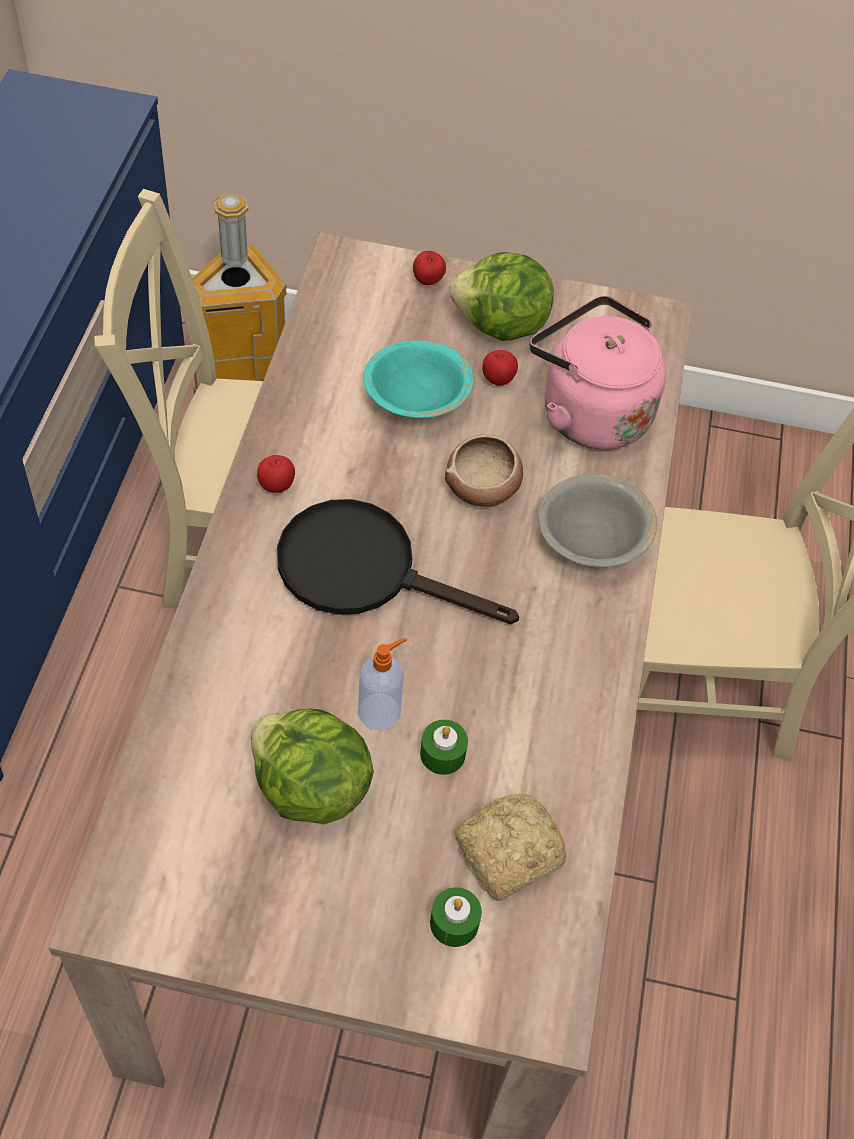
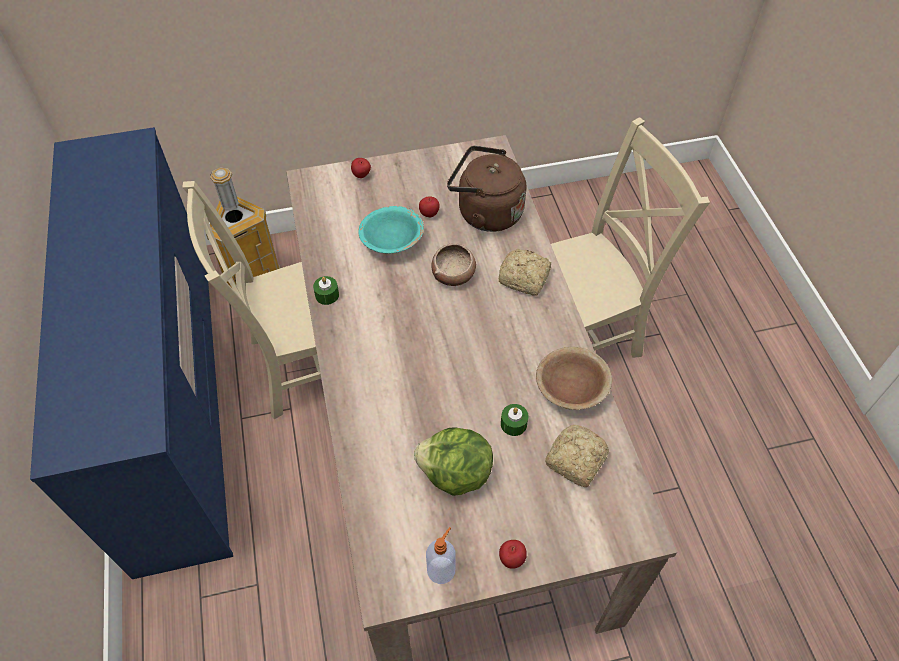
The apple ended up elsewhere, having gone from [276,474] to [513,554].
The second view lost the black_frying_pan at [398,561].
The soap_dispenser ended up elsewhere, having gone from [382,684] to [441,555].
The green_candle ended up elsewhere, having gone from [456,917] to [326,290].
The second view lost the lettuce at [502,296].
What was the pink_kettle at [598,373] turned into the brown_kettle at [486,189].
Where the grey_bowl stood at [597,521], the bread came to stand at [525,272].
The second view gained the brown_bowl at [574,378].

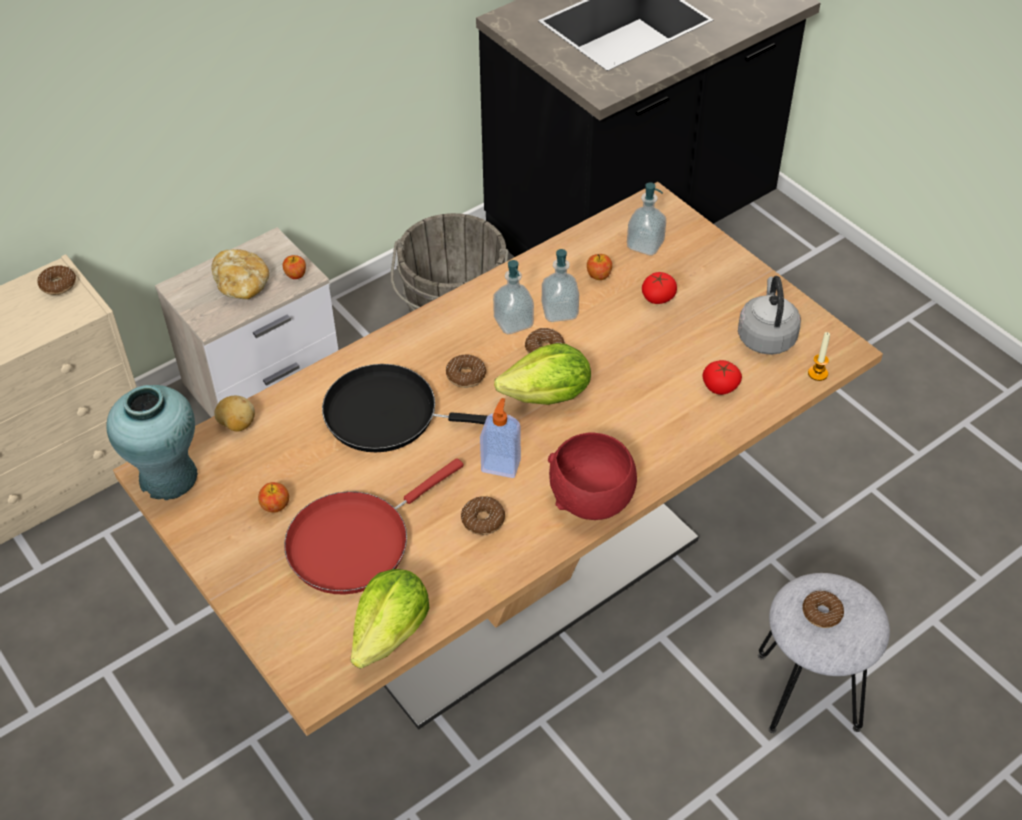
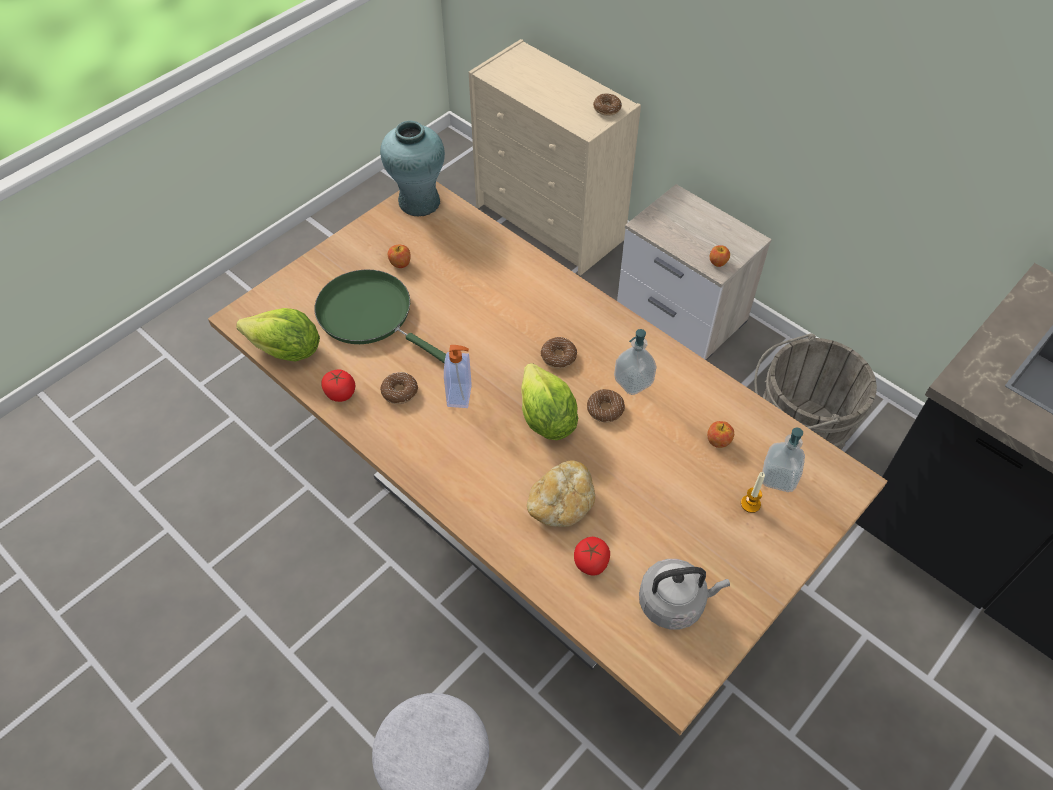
The bread ended up elsewhere, having gone from [240,274] to [561,494].
The second view lost the potato at [234,414].
What was the red_frying_pan at [373,526] turned into the green_frying_pan at [380,316].
The second view lost the black_frying_pan at [420,408].
The second view lost the soap_dispenser at [560,285].
The second view lost the red_bowl at [592,476].
The tomato ended up elsewhere, having gone from [659,288] to [338,386].
The second view lost the donut at [823,609].
The candle ended up elsewhere, having gone from [819,356] to [753,492].

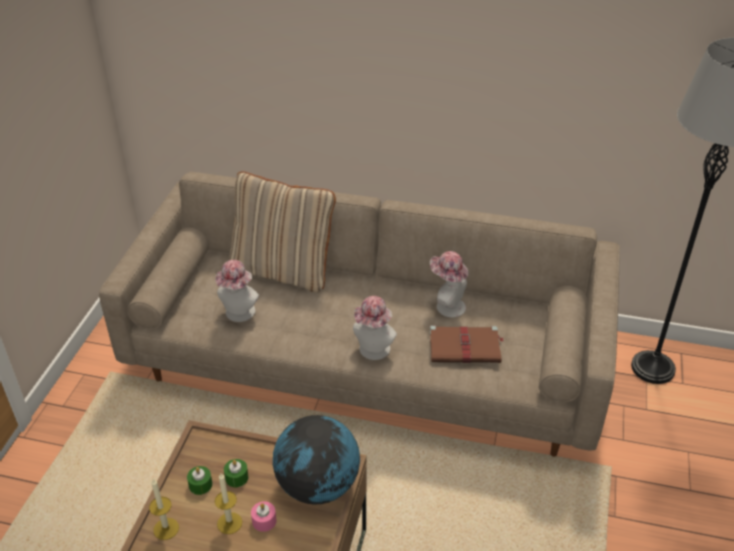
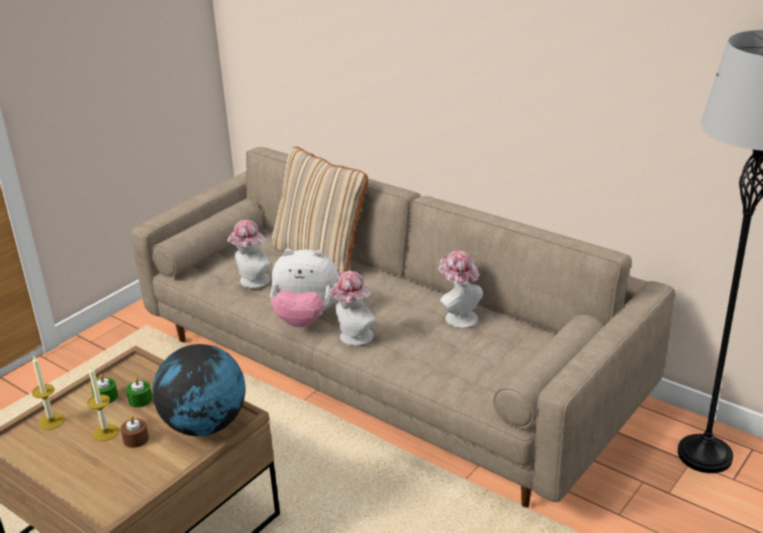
What was the pink_candle at [263,516] turned into the brown_candle at [135,432].
The second view lost the brown_book at [467,344].
The second view gained the plush_toy at [304,288].

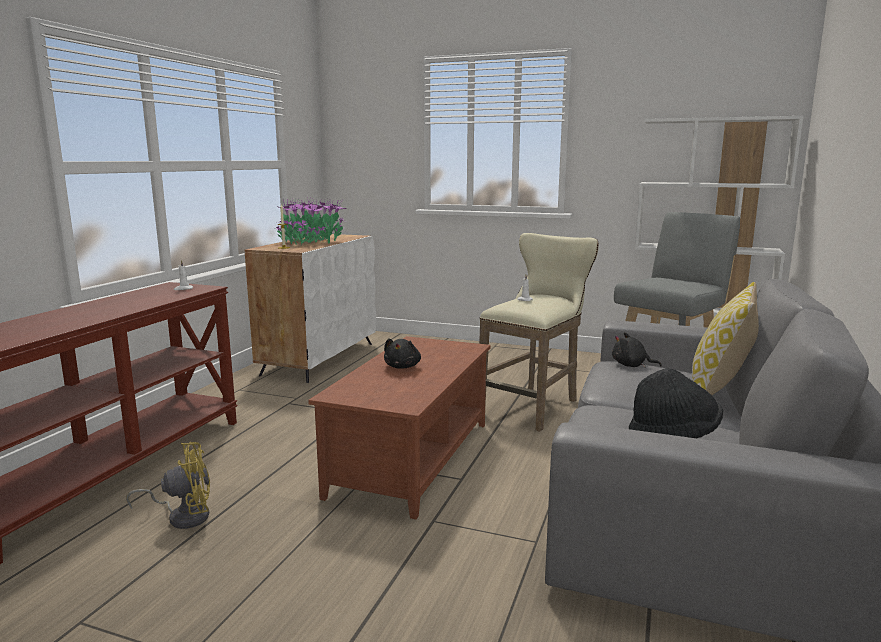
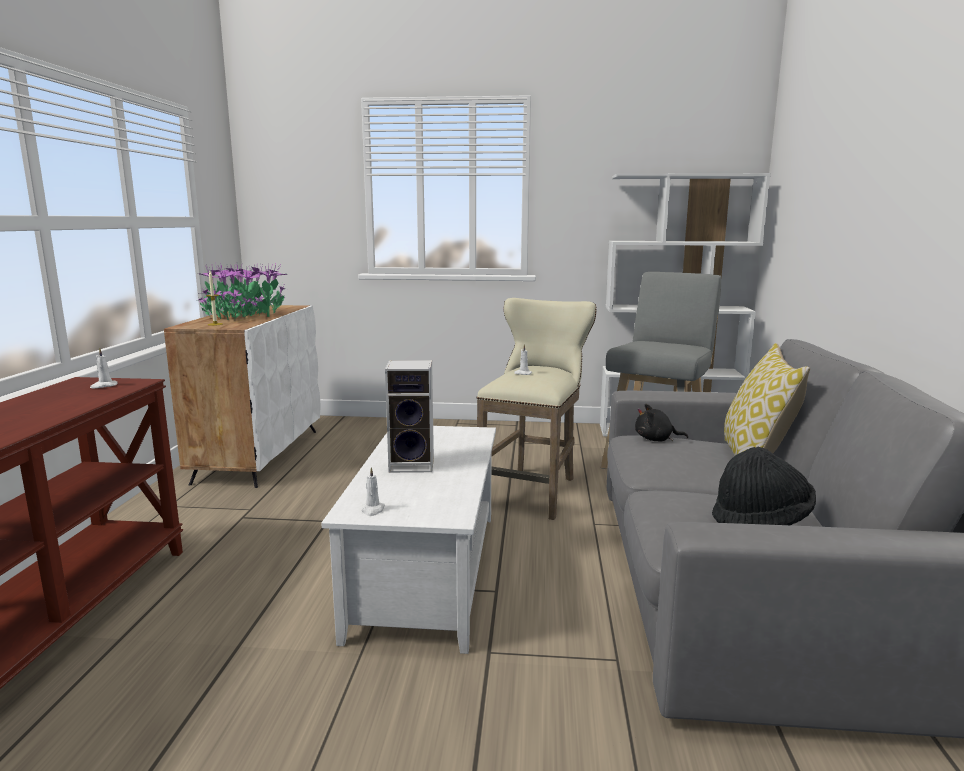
The second view lost the yellow_fan at [168,485].
What was the brown_coffee_table at [399,427] turned into the white_coffee_table at [408,540].
Where the black_plush_toy stood at [402,353], the speaker came to stand at [409,416].
The second view gained the white_candle at [373,491].

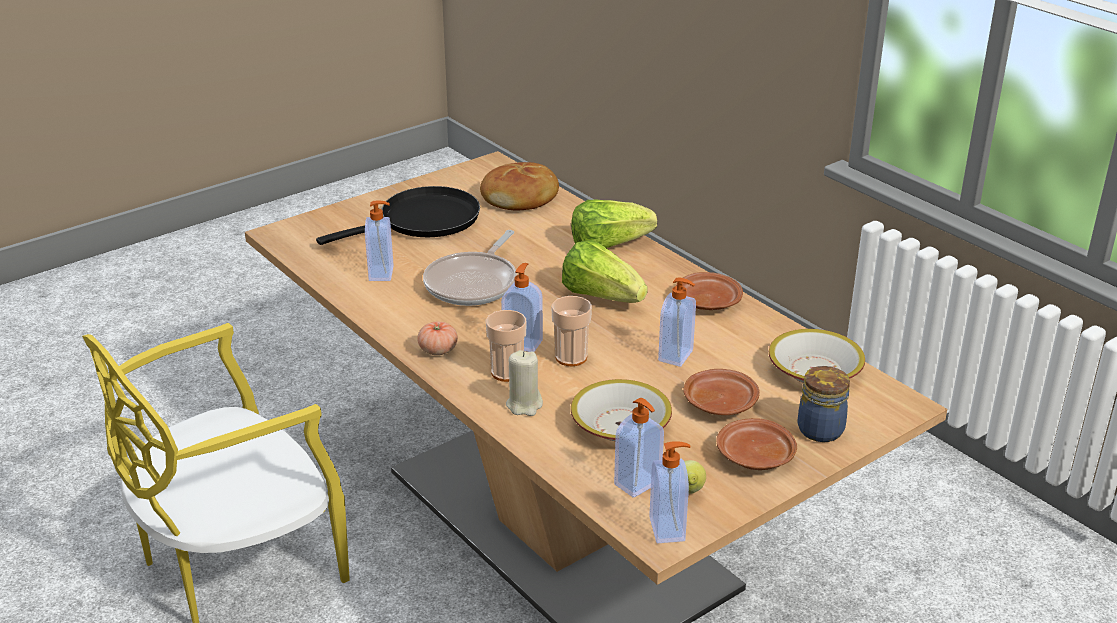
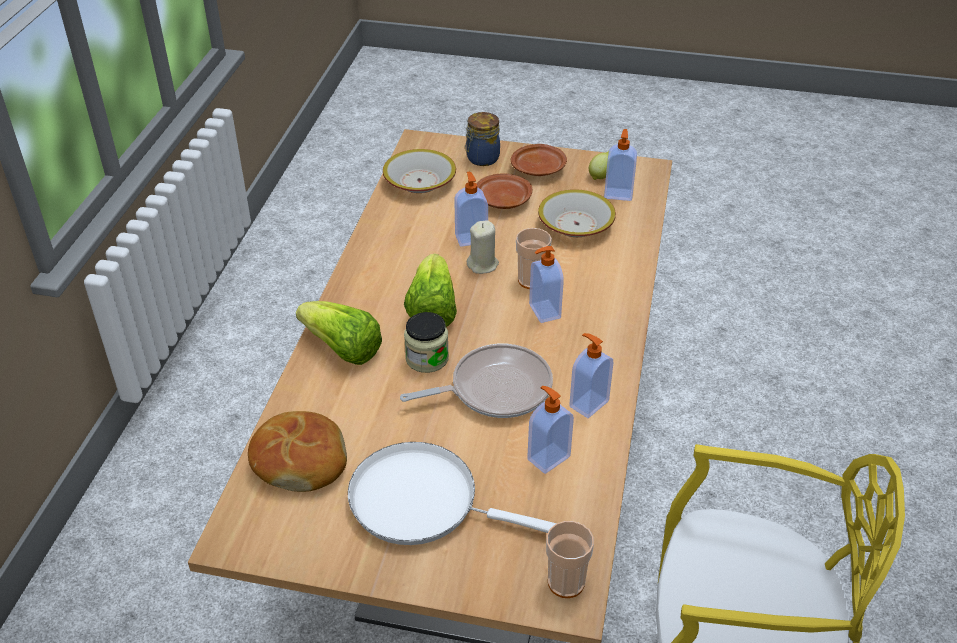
What was the black_frying_pan at [398,215] turned into the white_frying_pan at [452,493].
The second view lost the tomato at [437,338].
The cup ended up elsewhere, having gone from [506,346] to [570,559].
The beige_candle ended up elsewhere, having gone from [524,383] to [483,247].
The soap_dispenser ended up elsewhere, having gone from [670,492] to [591,375].
The second view lost the brown_plate at [709,291].
The second view gained the jar at [426,342].

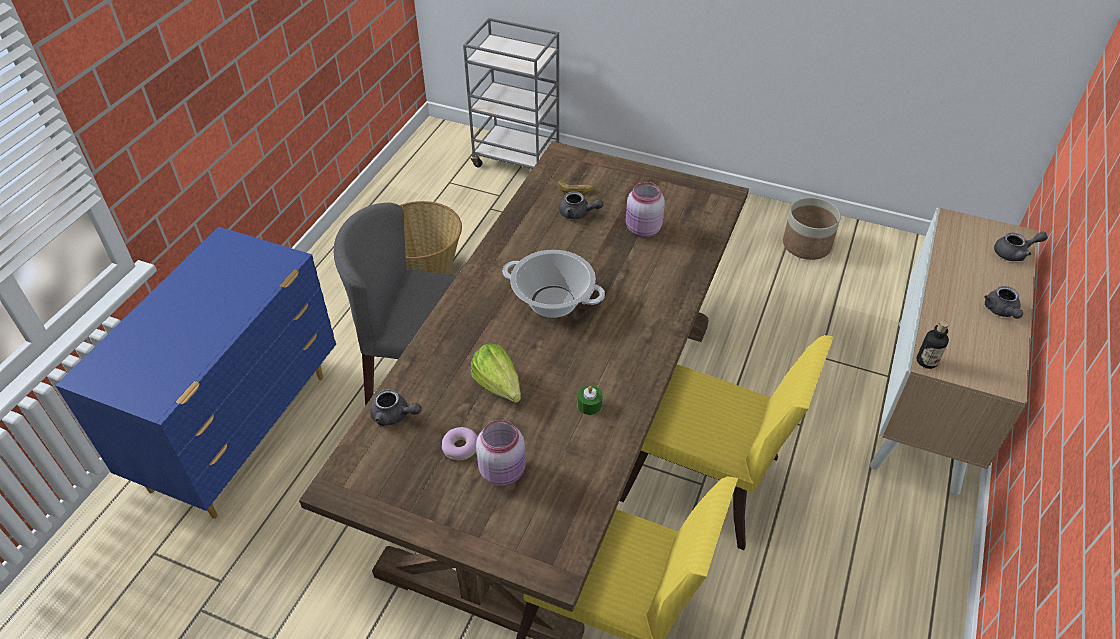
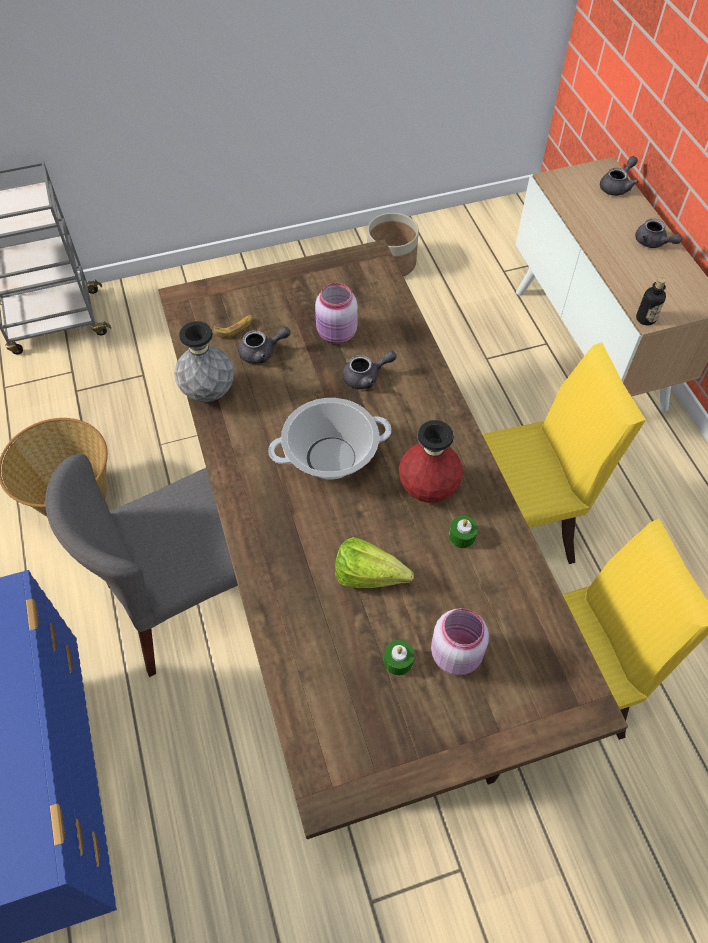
The grey_teapot ended up elsewhere, having gone from [395,407] to [369,369].
Where the donut stood at [460,443], the green_candle came to stand at [399,658].
The second view gained the grey_vase at [204,361].
The second view gained the red_vase at [431,461].

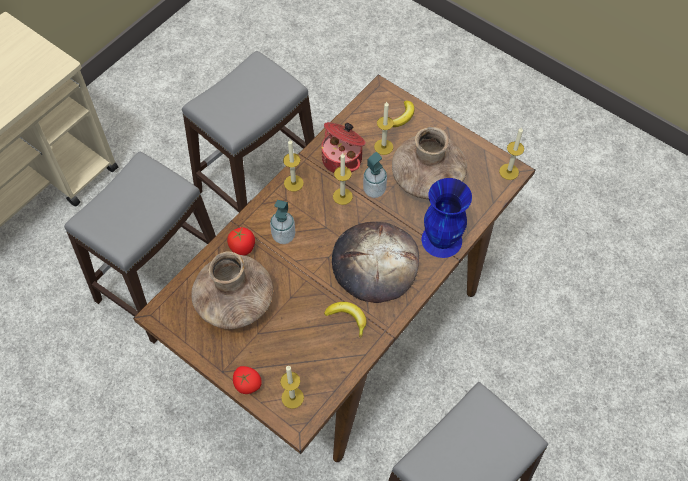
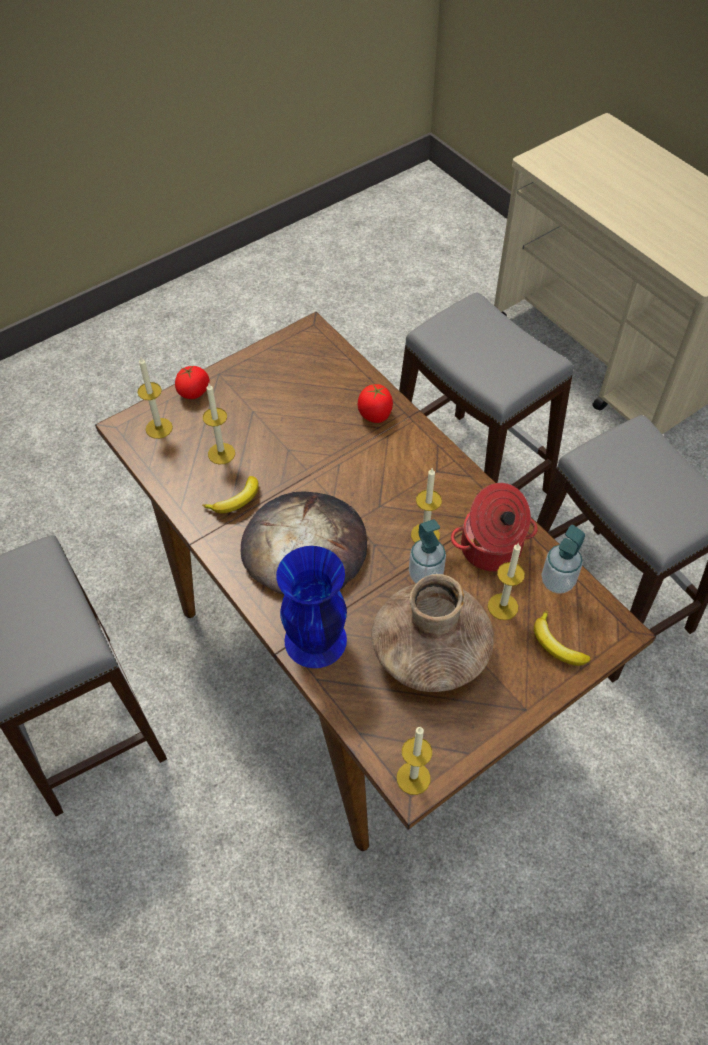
The second view lost the brown_vase at [232,290].
The soap_dispenser ended up elsewhere, having gone from [282,222] to [563,559].
The candle ended up elsewhere, having gone from [293,166] to [219,424].

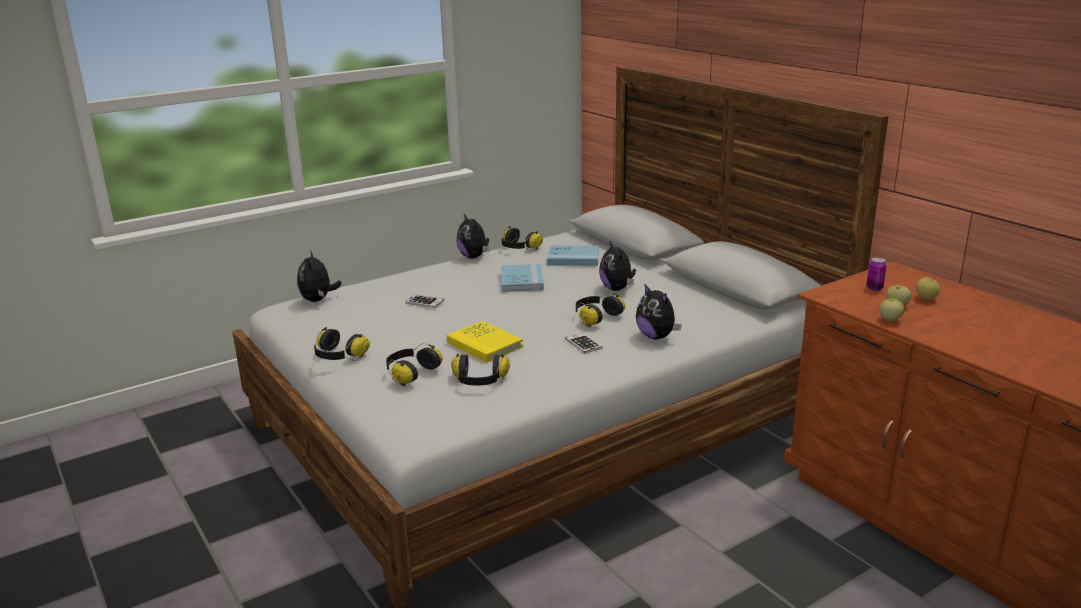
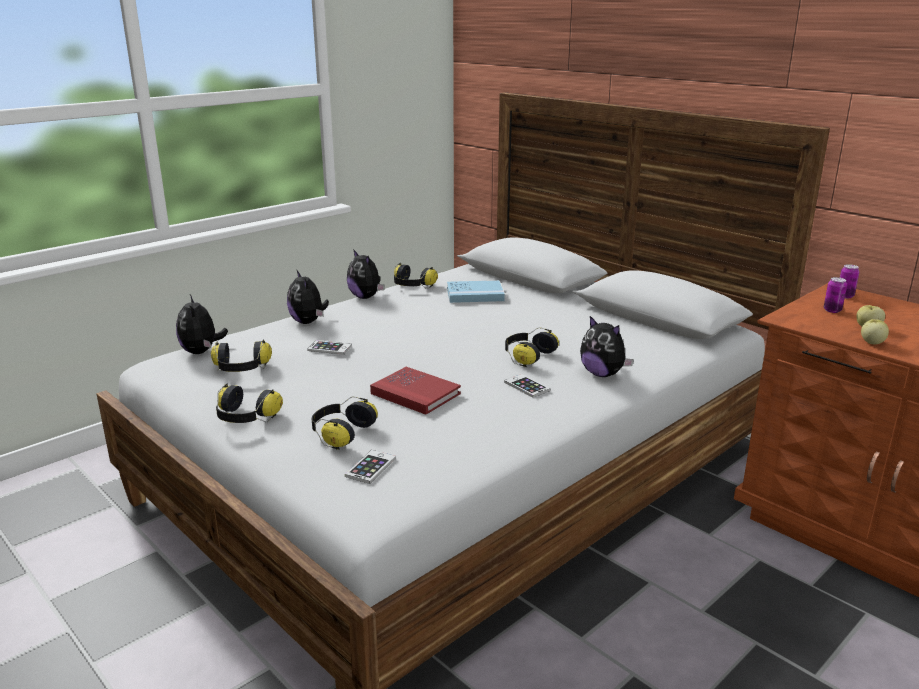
What was the yellow_book at [485,341] turned into the red_book at [415,391].
The headphones ended up elsewhere, having gone from [480,369] to [241,355].
The second view lost the blue_book at [522,278].
The plush_toy ended up elsewhere, having gone from [617,266] to [308,296].
The second view lost the apple at [928,289].
The second view gained the phone at [370,467].
The second view gained the can at [849,281].

